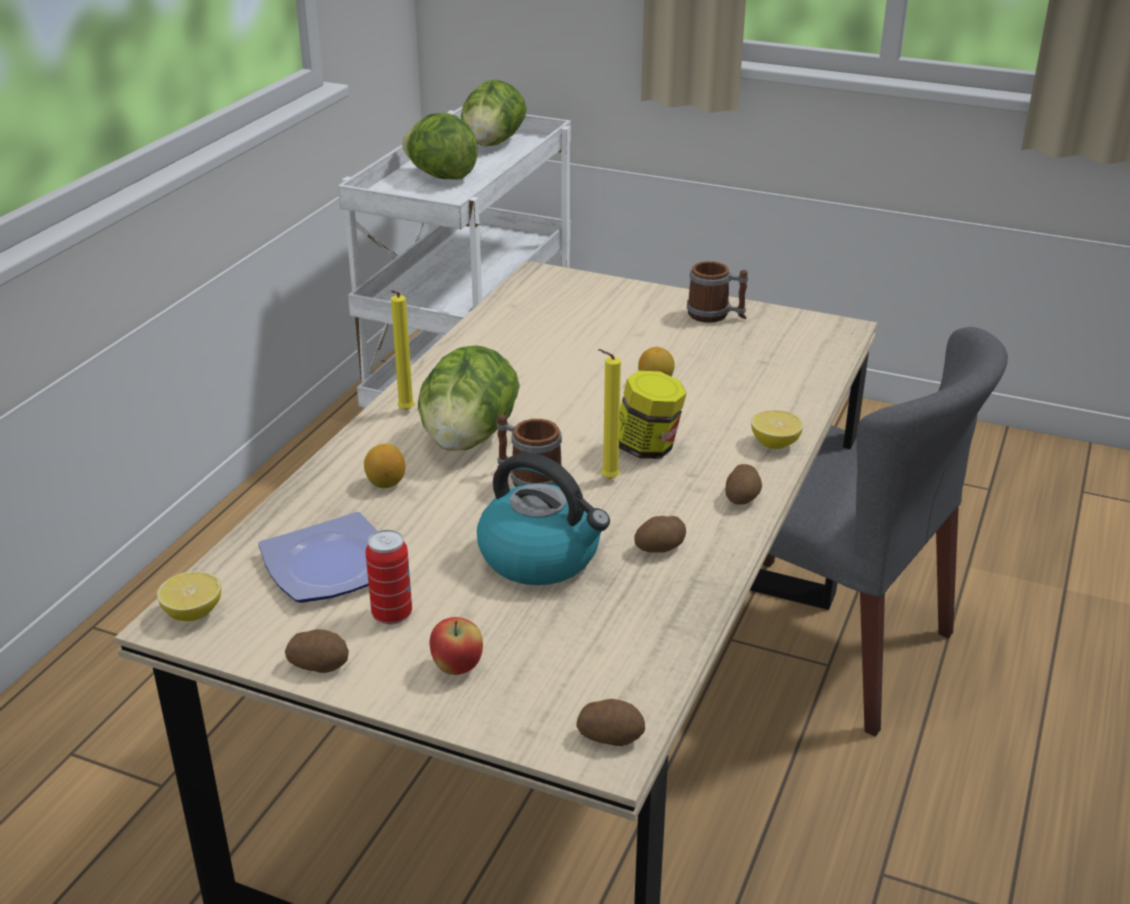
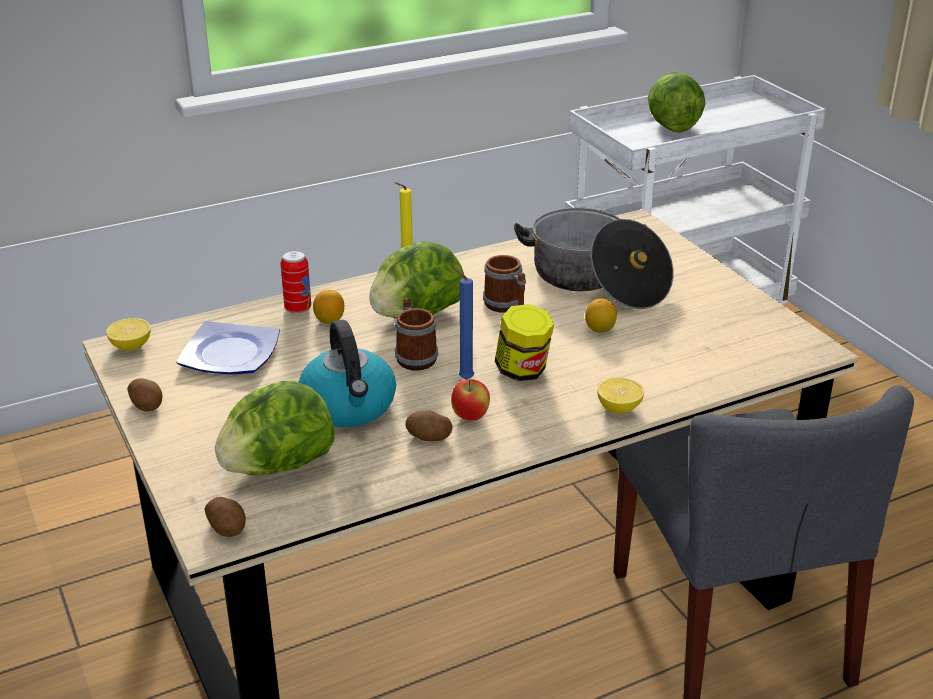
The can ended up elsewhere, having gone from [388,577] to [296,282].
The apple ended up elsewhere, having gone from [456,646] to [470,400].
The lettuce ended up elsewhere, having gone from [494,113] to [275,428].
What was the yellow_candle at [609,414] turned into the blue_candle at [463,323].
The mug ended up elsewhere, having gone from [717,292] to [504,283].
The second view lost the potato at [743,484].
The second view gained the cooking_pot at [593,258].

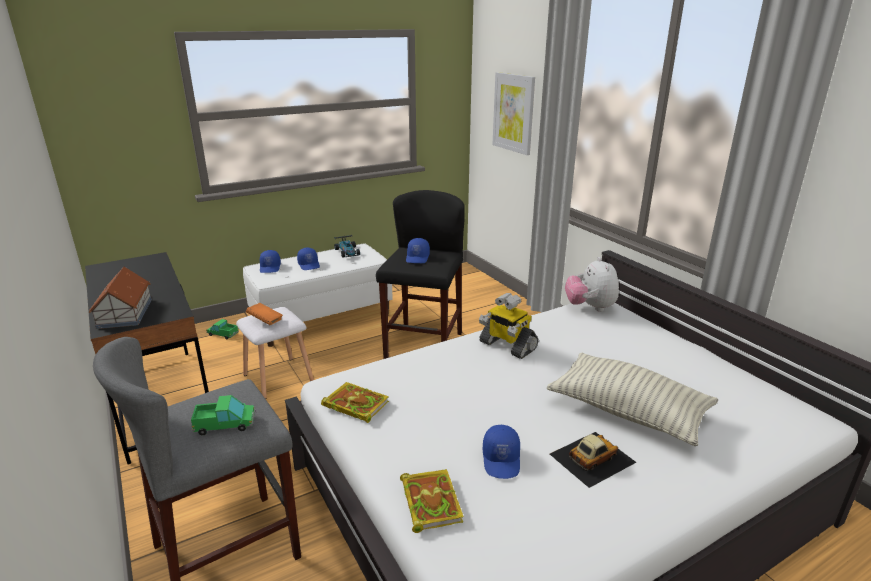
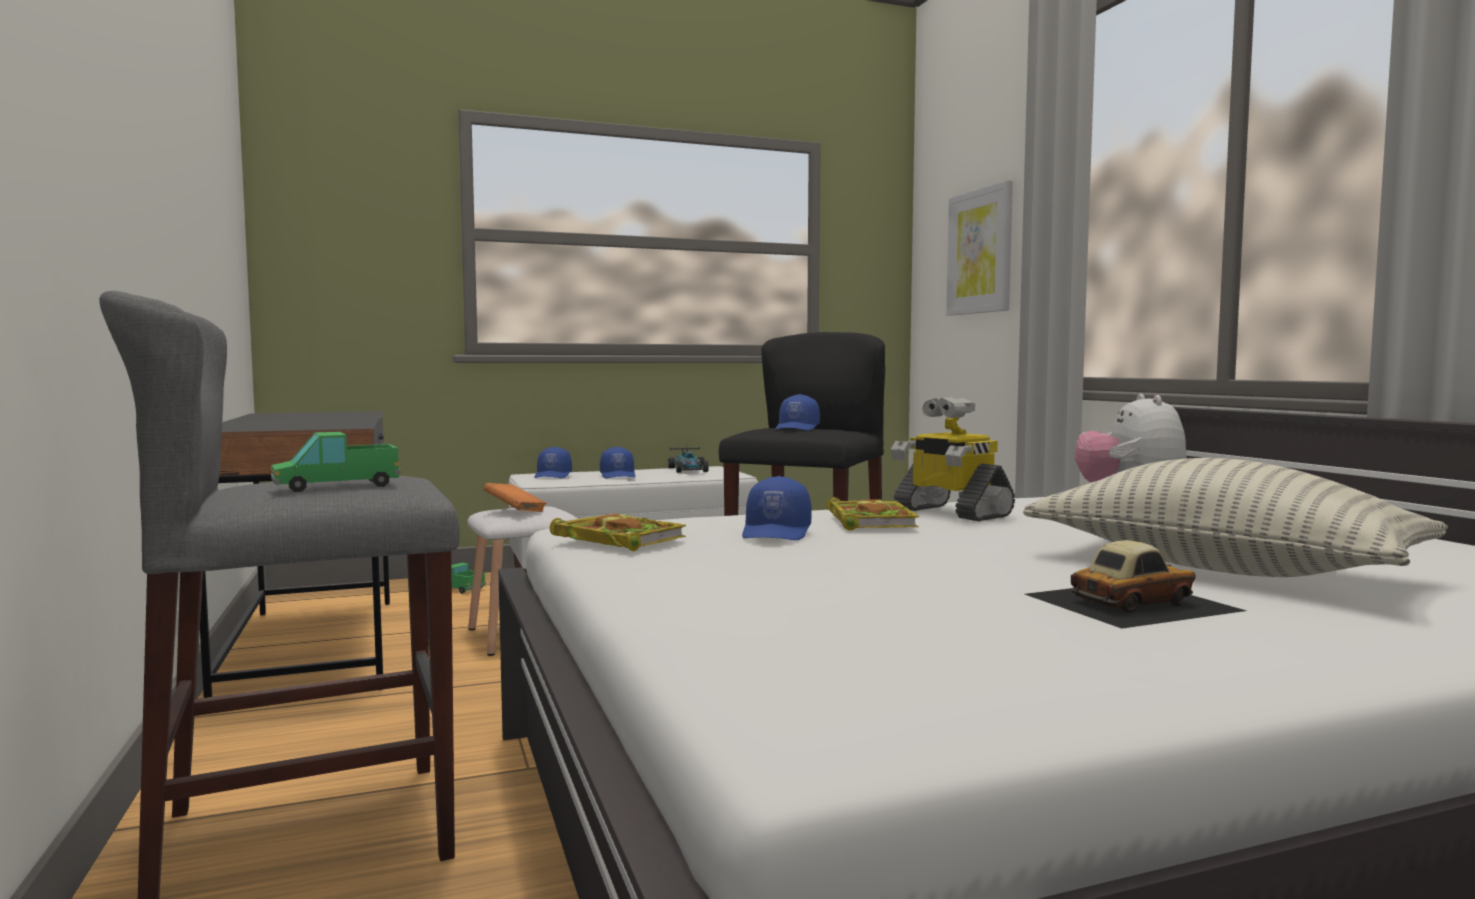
The second view lost the toy_house at [120,298].
The toy_truck at [223,415] ended up facing another way, 150 degrees clockwise from before.
The book ended up elsewhere, having gone from [432,501] to [872,514].
The blue_cap ended up elsewhere, having gone from [501,452] to [777,508].

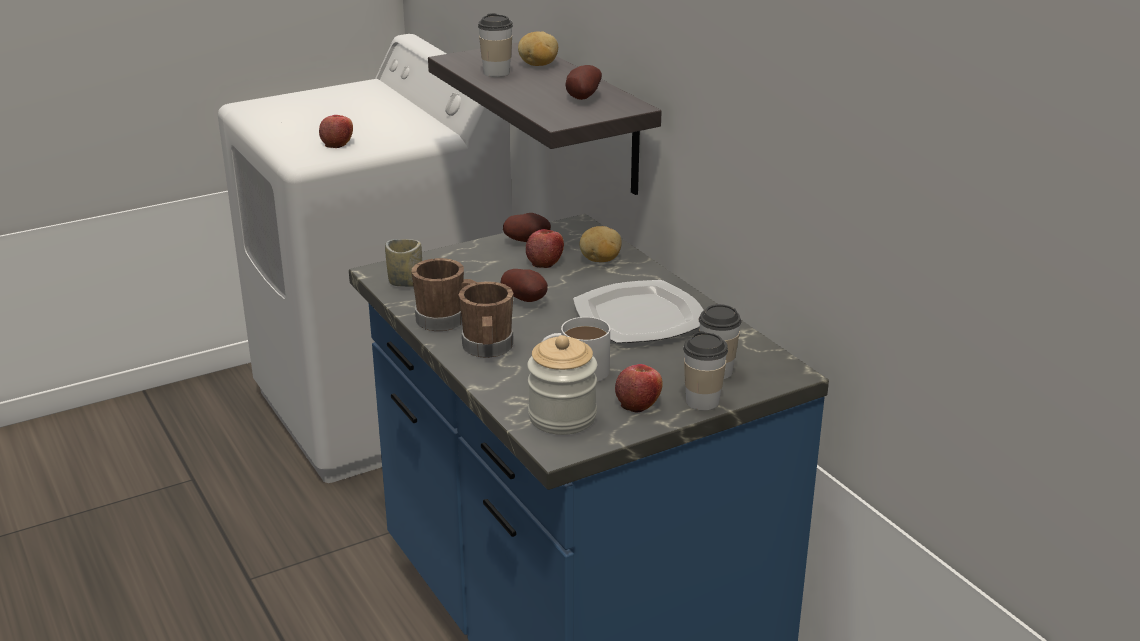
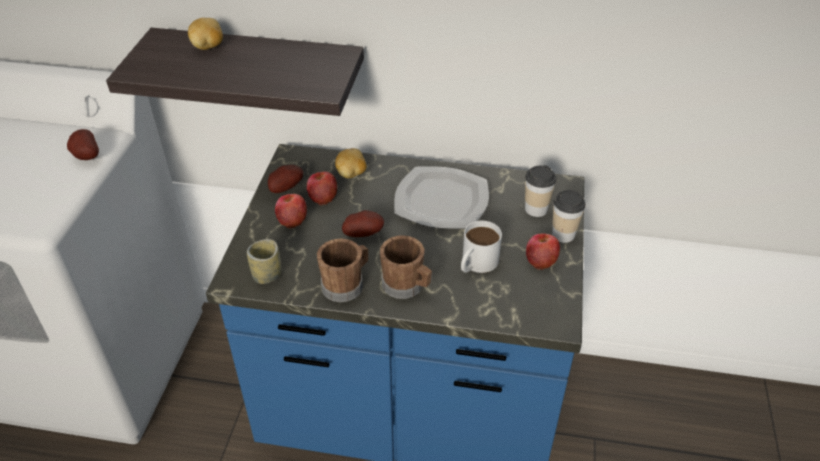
The apple ended up elsewhere, having gone from [336,131] to [291,211].
The second view lost the cup at [495,45].
The second view lost the jar at [562,385].
The potato ended up elsewhere, having gone from [584,82] to [83,144].

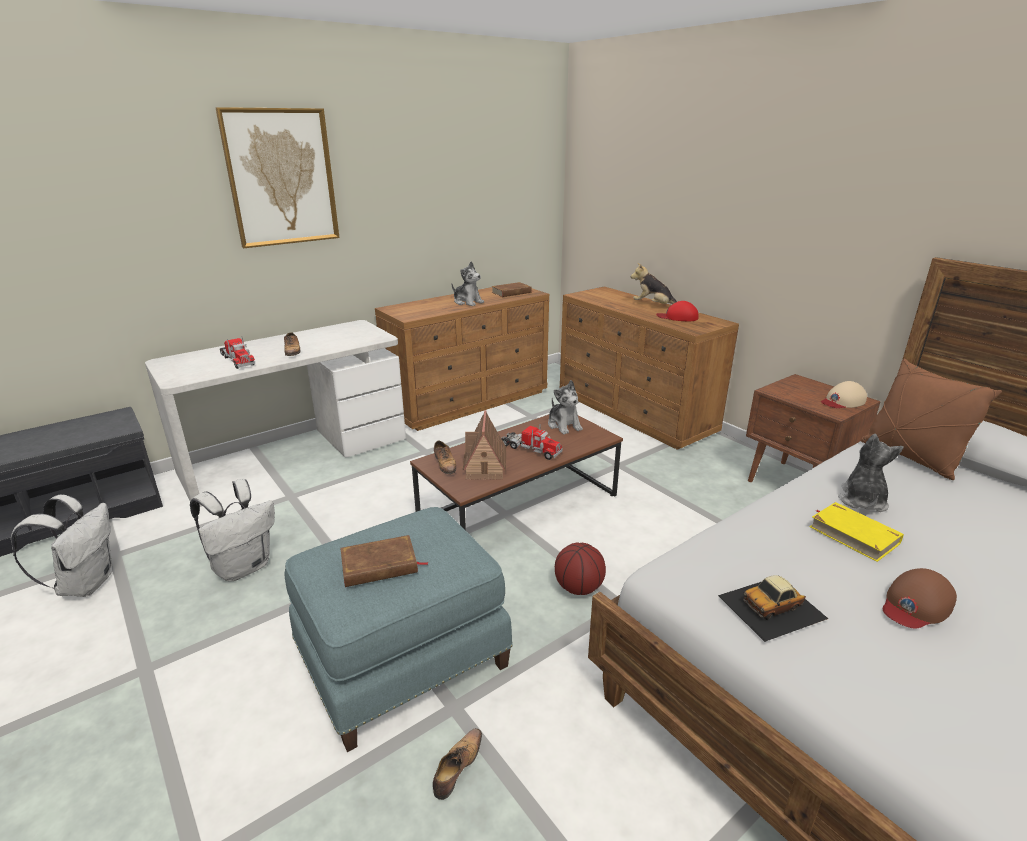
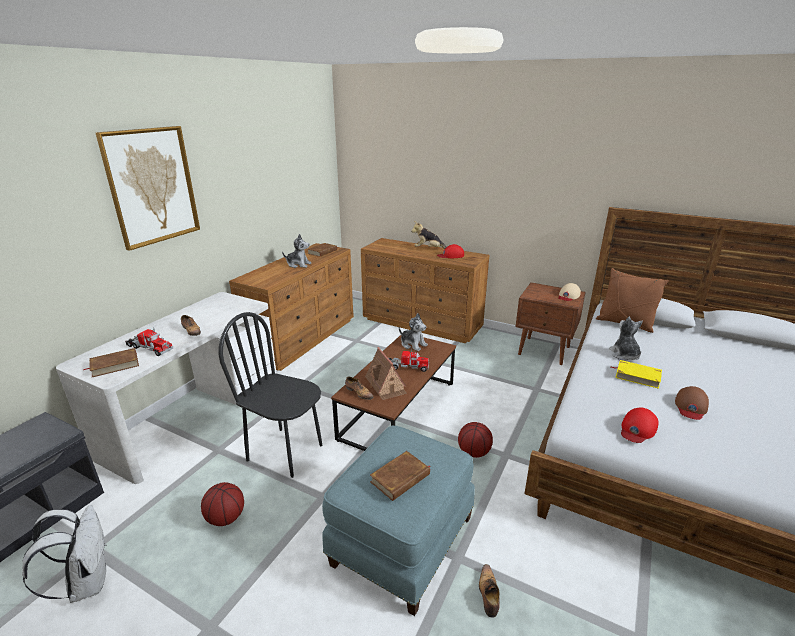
Where the white_backpack stood at [232,530], the basketball came to stand at [222,504].
Where the toy_car stood at [773,608], the red_cap came to stand at [640,425].
The second view gained the brown_book at [111,362].
The second view gained the black_chair at [270,395].

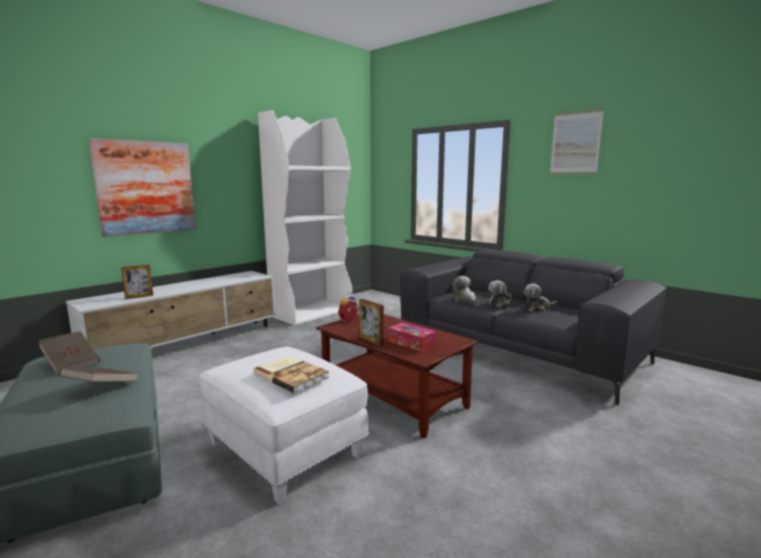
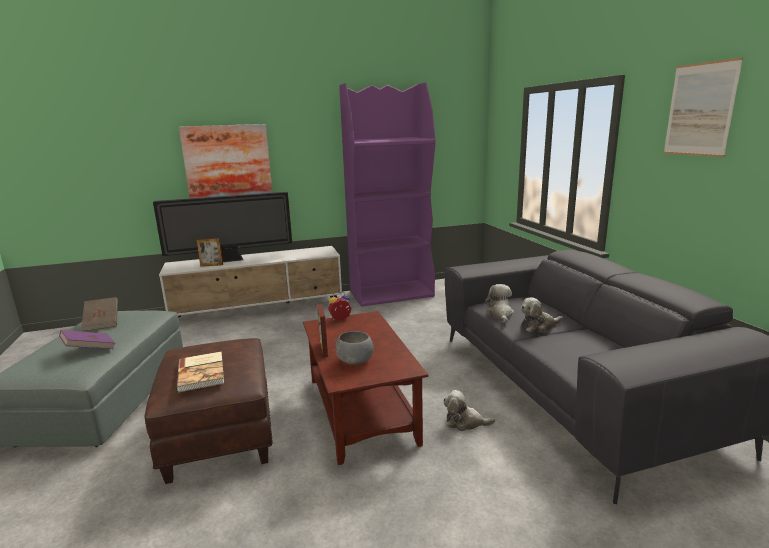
What was the brown_book at [99,375] turned into the purple_book at [87,339].
What was the white_ottoman at [284,426] turned into the brown_ottoman at [208,411].
What was the white_bookcase at [305,218] turned into the purple_bookcase at [387,194].
Where the tissue_box stood at [412,337], the grey_bowl came to stand at [354,347].
The plush_toy ended up elsewhere, having gone from [540,298] to [469,410].
The second view gained the television at [222,227].

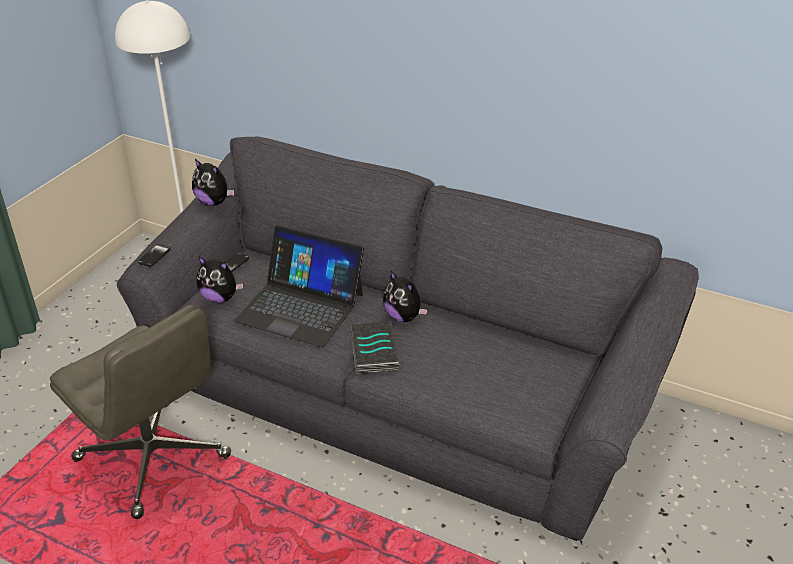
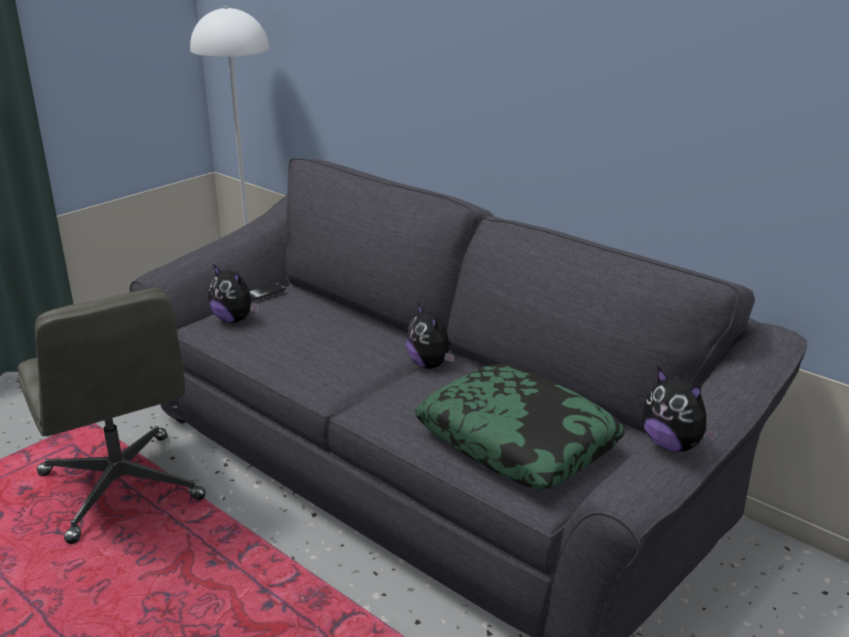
The second view lost the phone at [154,255].
The plush_toy ended up elsewhere, having gone from [213,182] to [680,409].
The second view lost the laptop at [299,286].
The second view lost the book at [374,347].
The second view gained the pillow at [520,426].

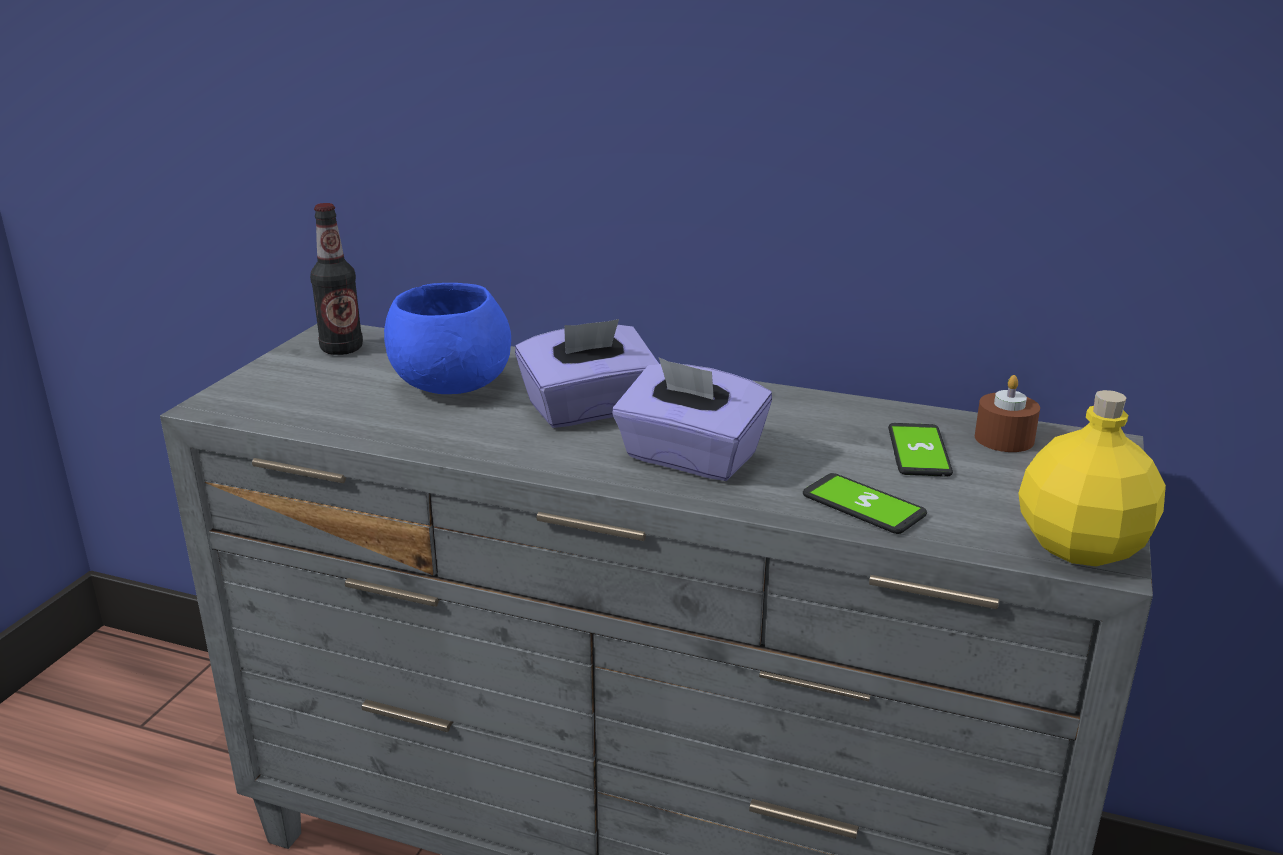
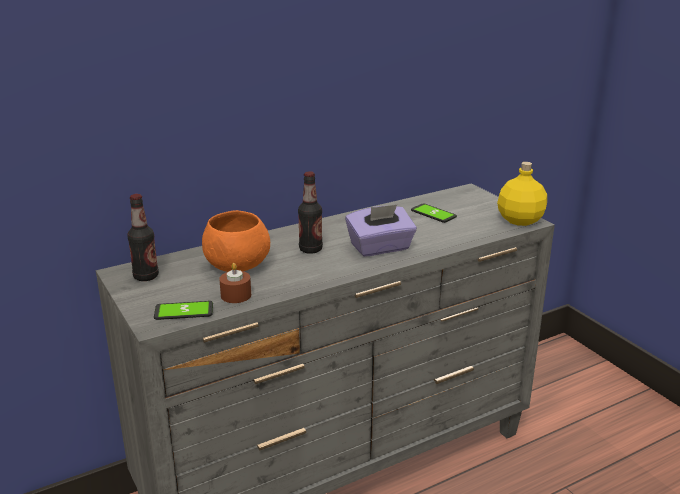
What was the blue_bowl at [447,338] turned into the orange_bowl at [236,241].
Where the purple_tissue_box stood at [587,373], the bottle came to stand at [310,212].
The phone ended up elsewhere, having gone from [865,503] to [183,310].
The brown_candle ended up elsewhere, having gone from [1007,413] to [235,283].

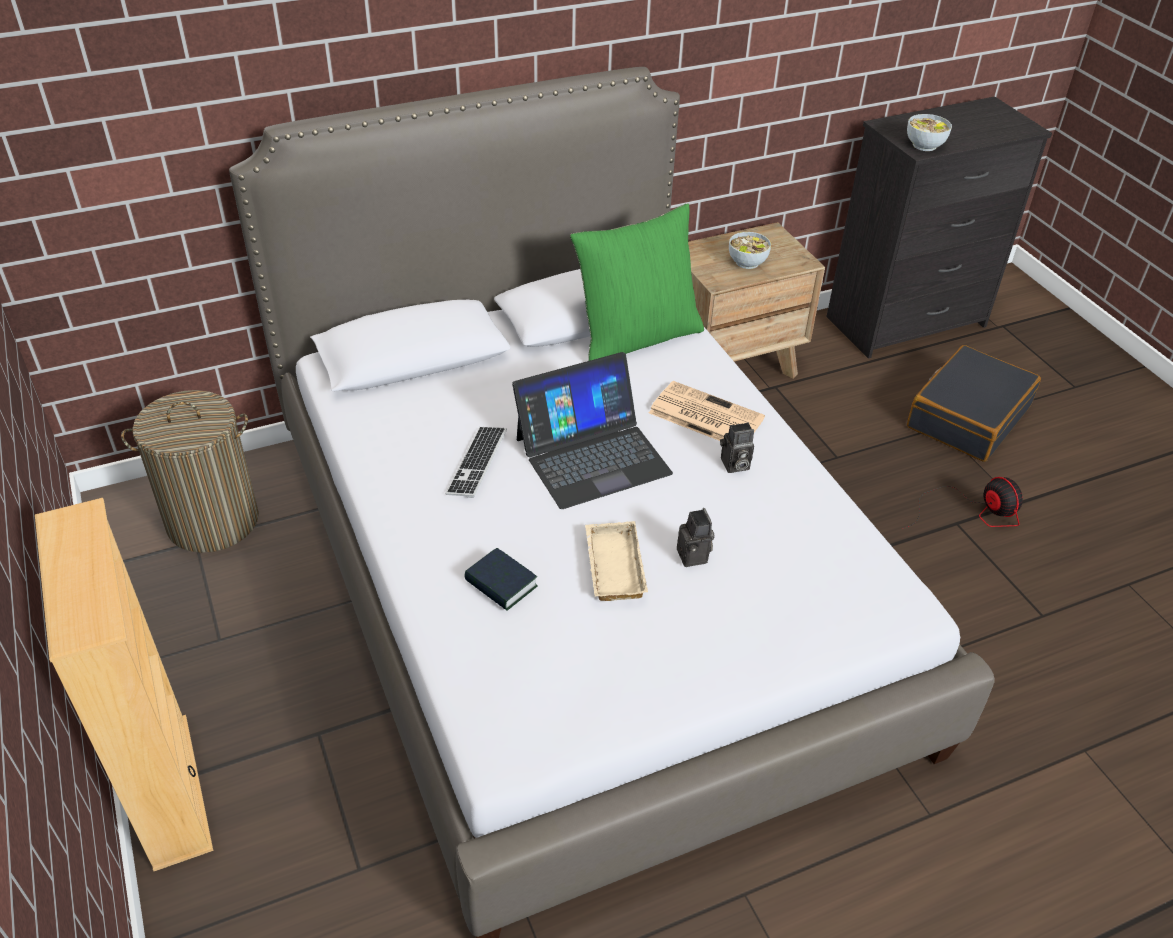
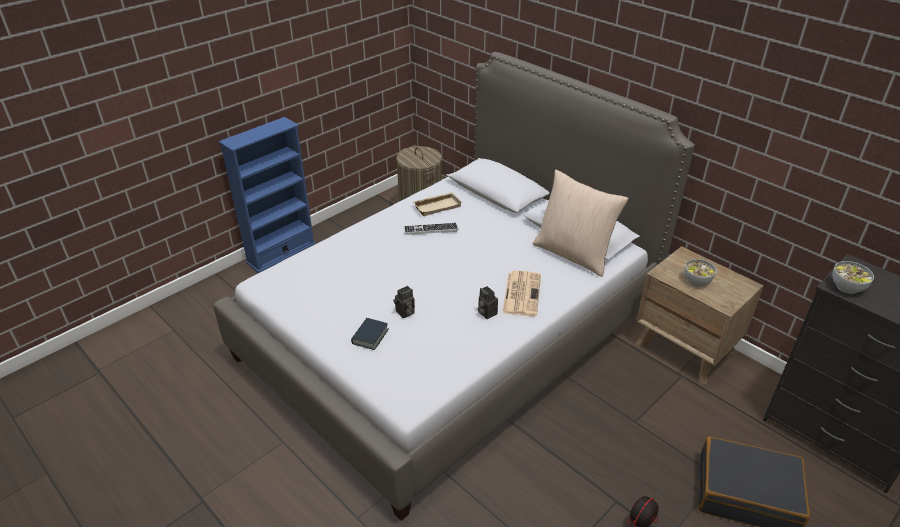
What was the beige_bookcase at [124,684] turned into the blue_bookcase at [267,195].
The book ended up elsewhere, having gone from [501,579] to [370,334].
The second view lost the laptop at [592,430].
What was the green_pillow at [637,282] turned into the beige_pillow at [580,223].
The beige_tray ended up elsewhere, having gone from [616,561] to [437,204].

